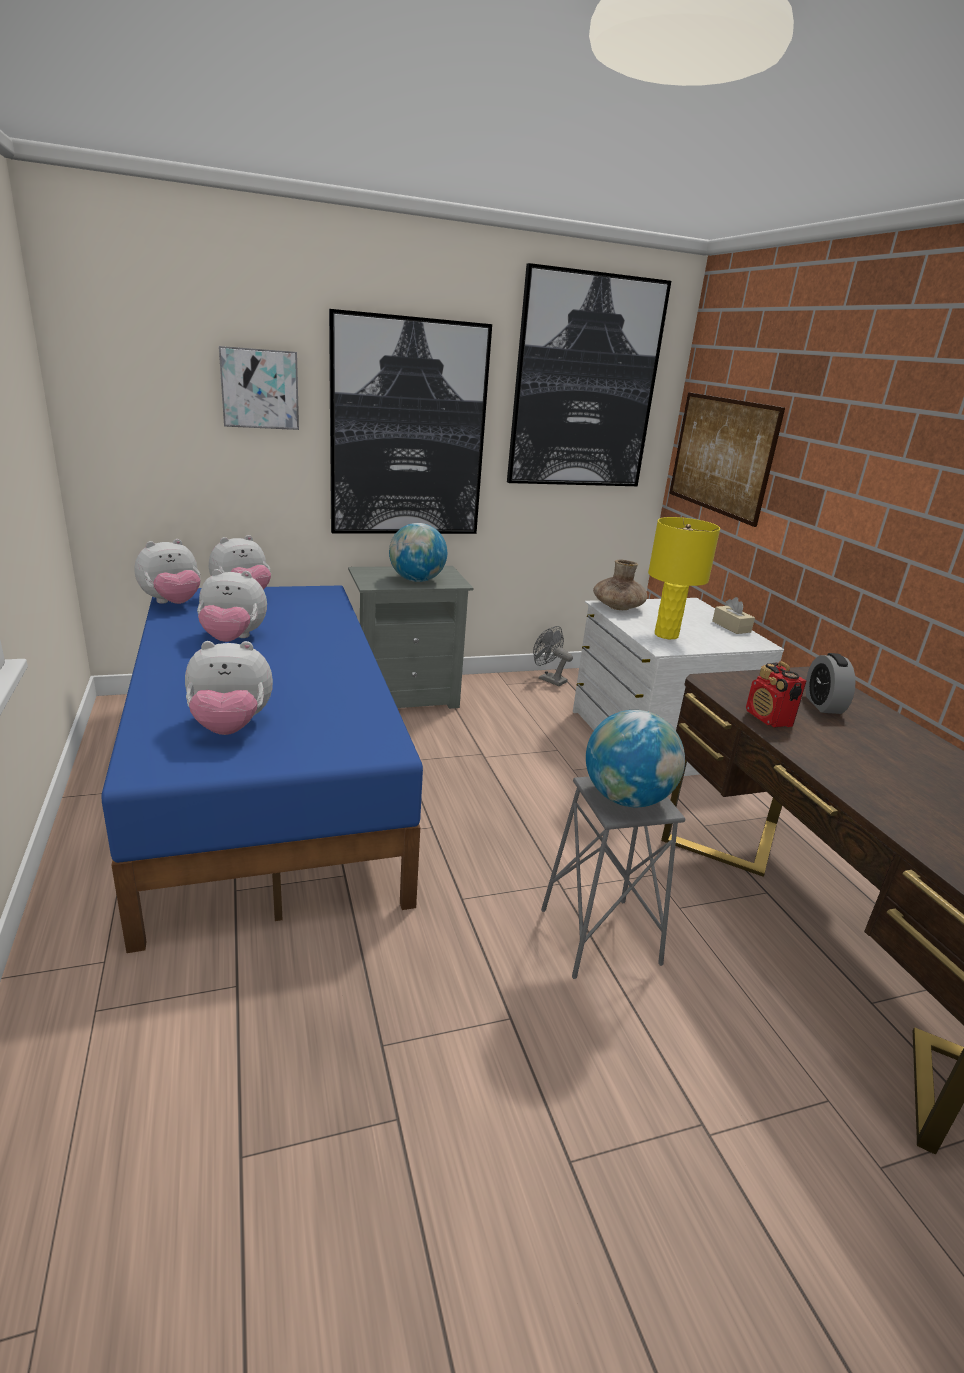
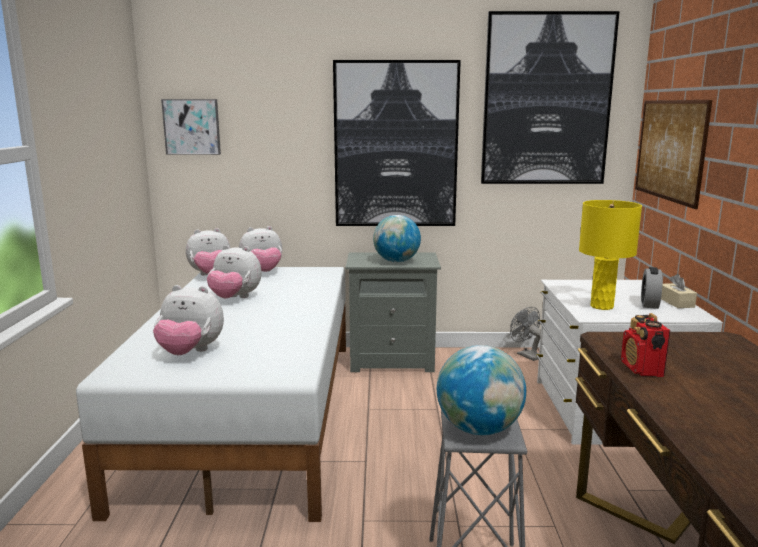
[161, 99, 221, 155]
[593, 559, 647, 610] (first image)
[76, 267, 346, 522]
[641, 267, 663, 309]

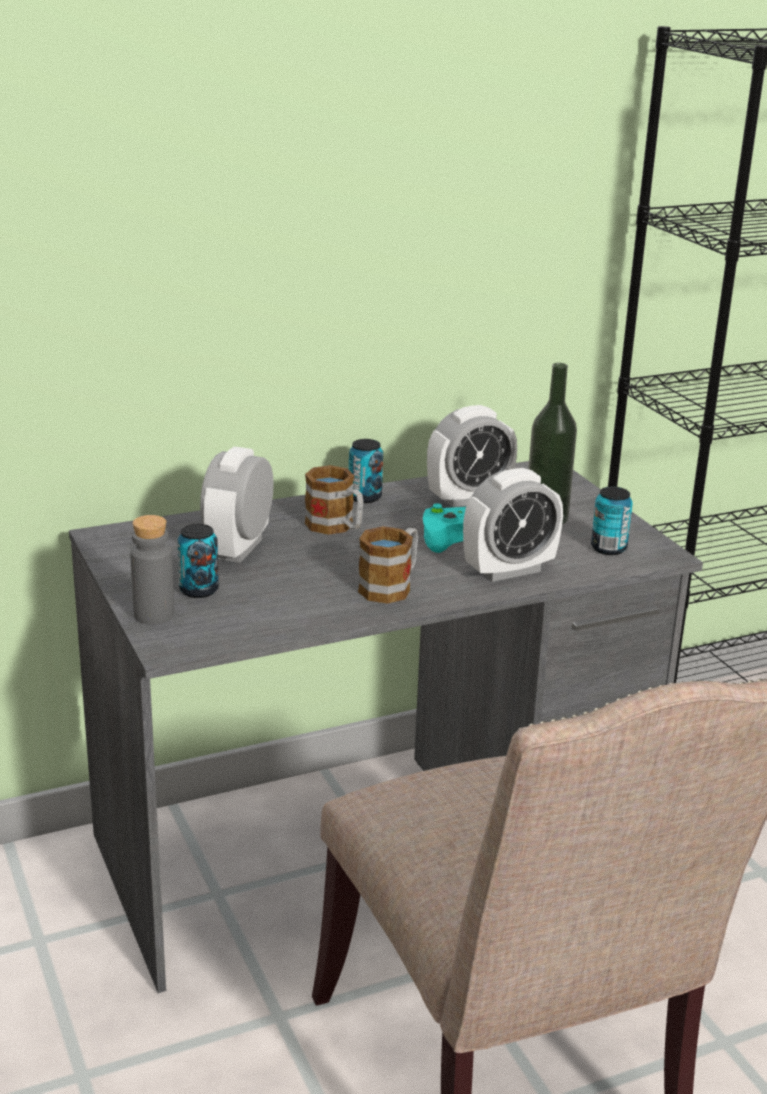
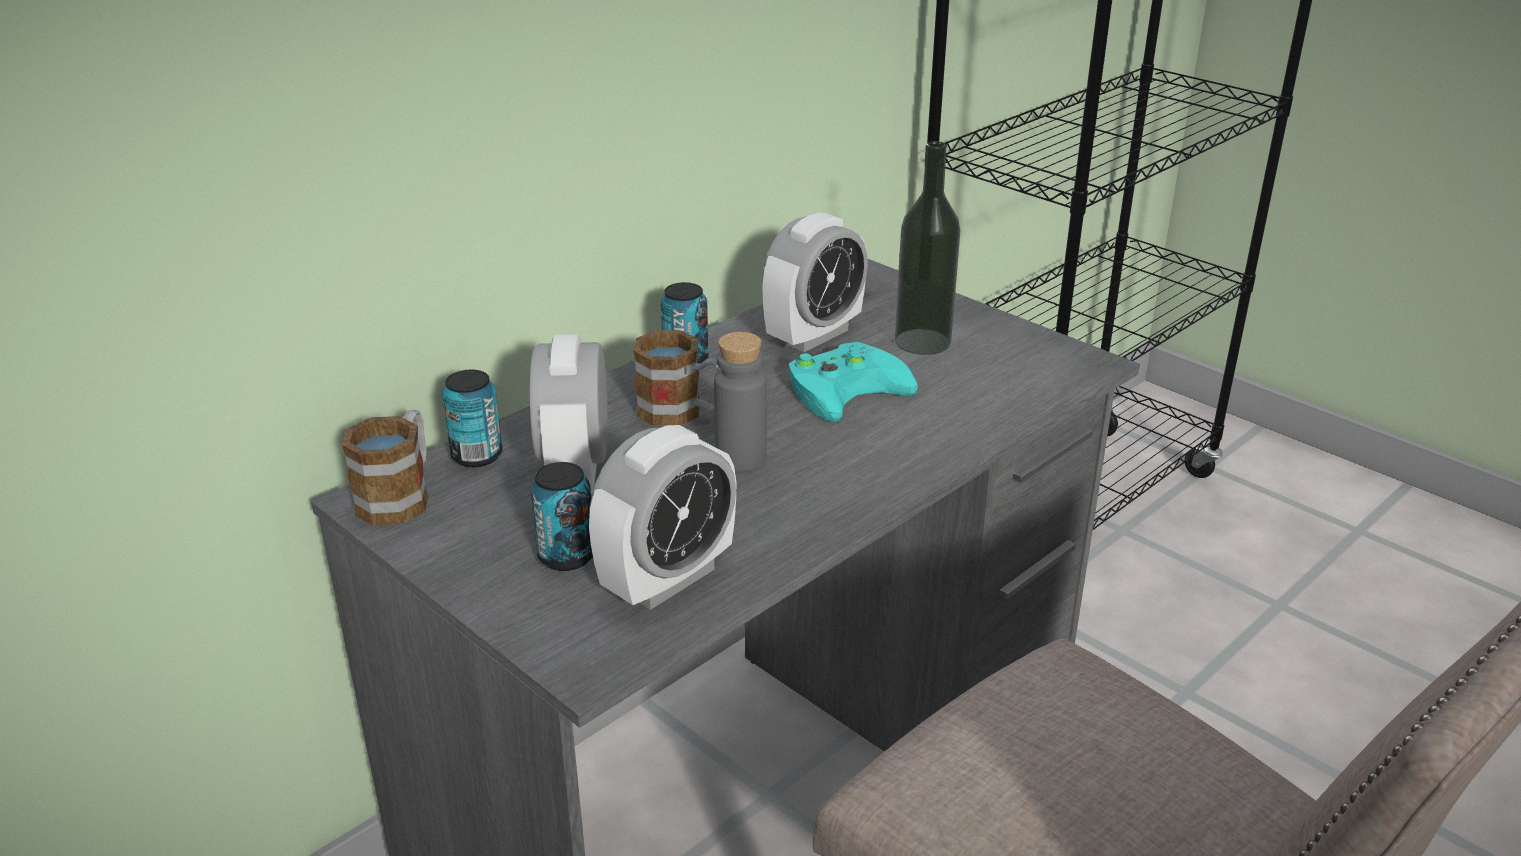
[589, 425, 736, 610]
[442, 370, 503, 467]
[714, 332, 767, 471]
[341, 410, 429, 526]

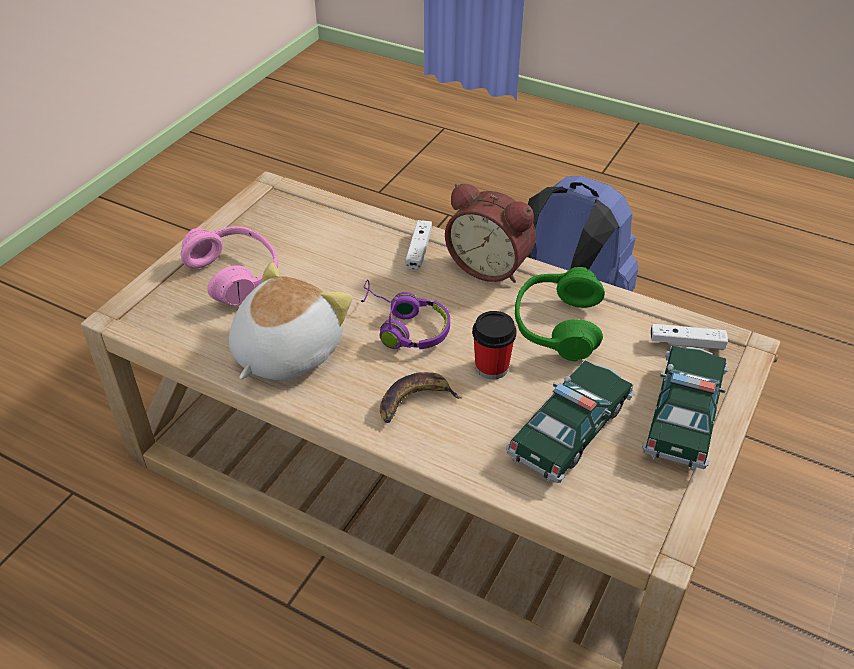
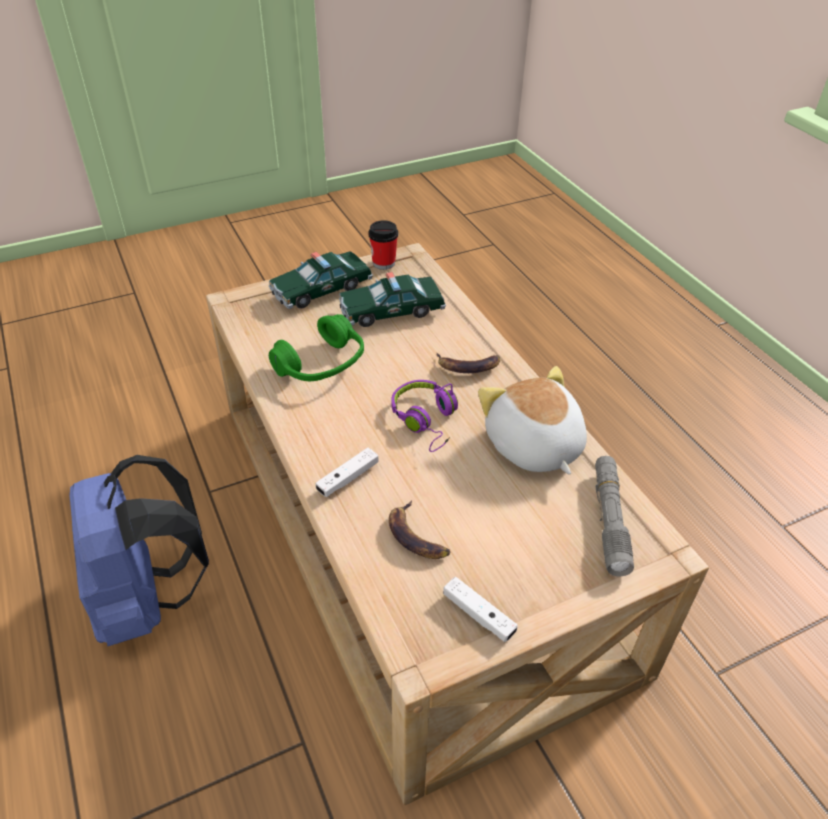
[445, 183, 536, 283] (first image)
[181, 226, 278, 306] (first image)
[478, 366, 587, 475]
[368, 220, 398, 270]
[443, 577, 518, 642]
[595, 456, 634, 576]
[389, 500, 450, 559]

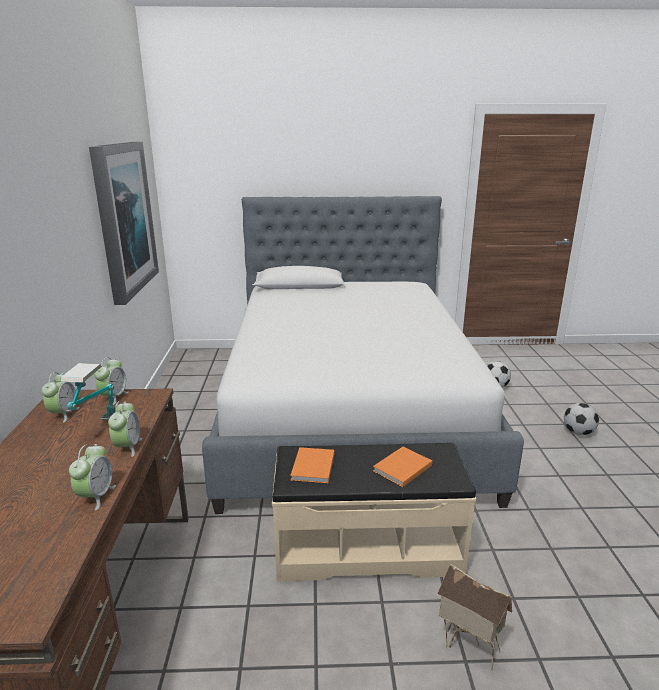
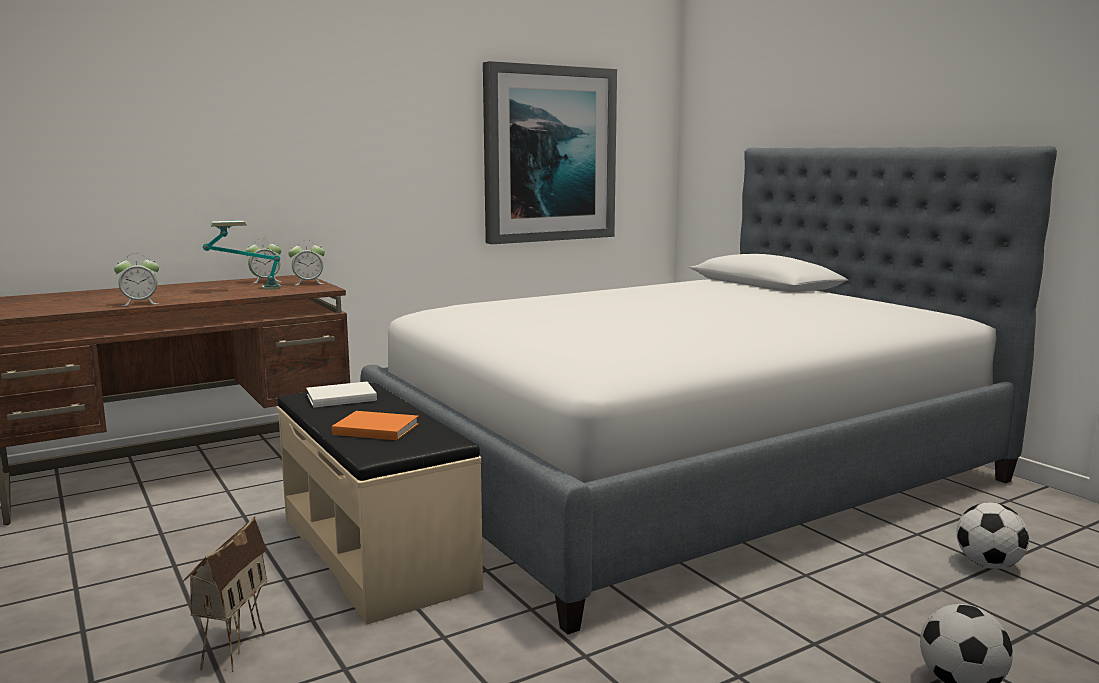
[108, 401, 142, 457] (first image)
[306, 382, 377, 408]

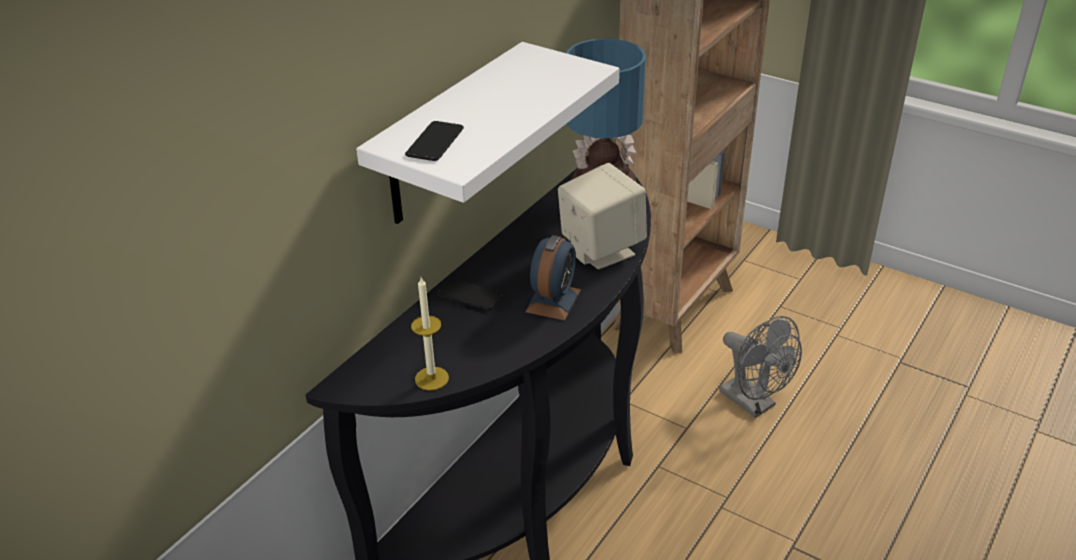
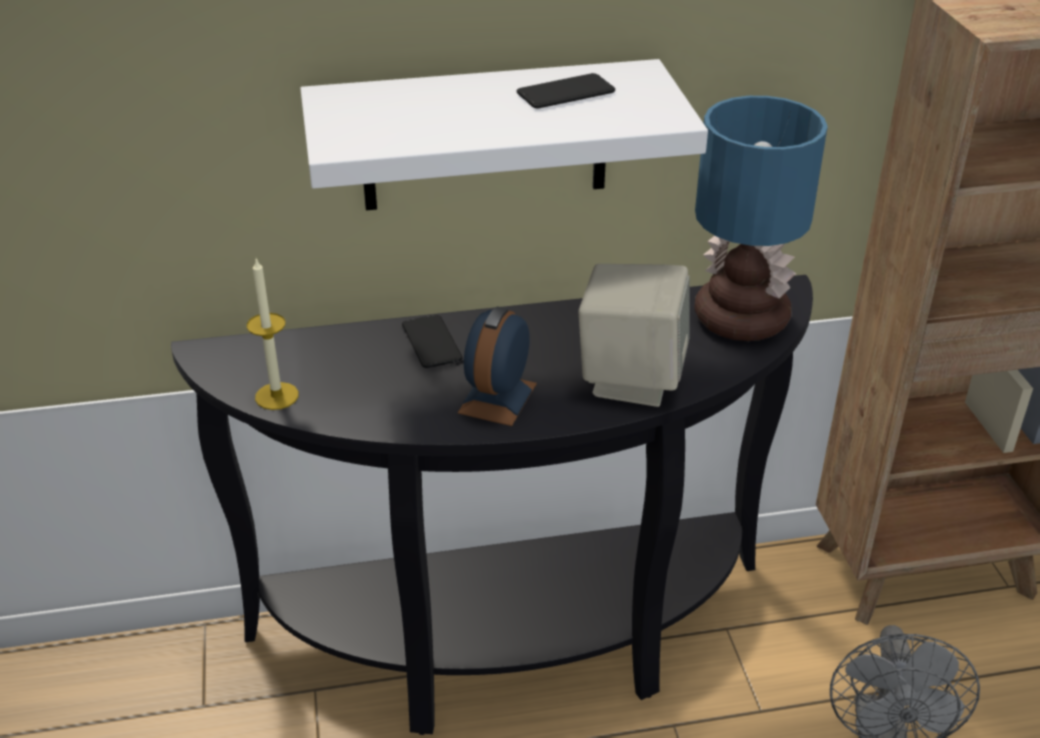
[517, 73, 615, 108]
[458, 306, 537, 426]

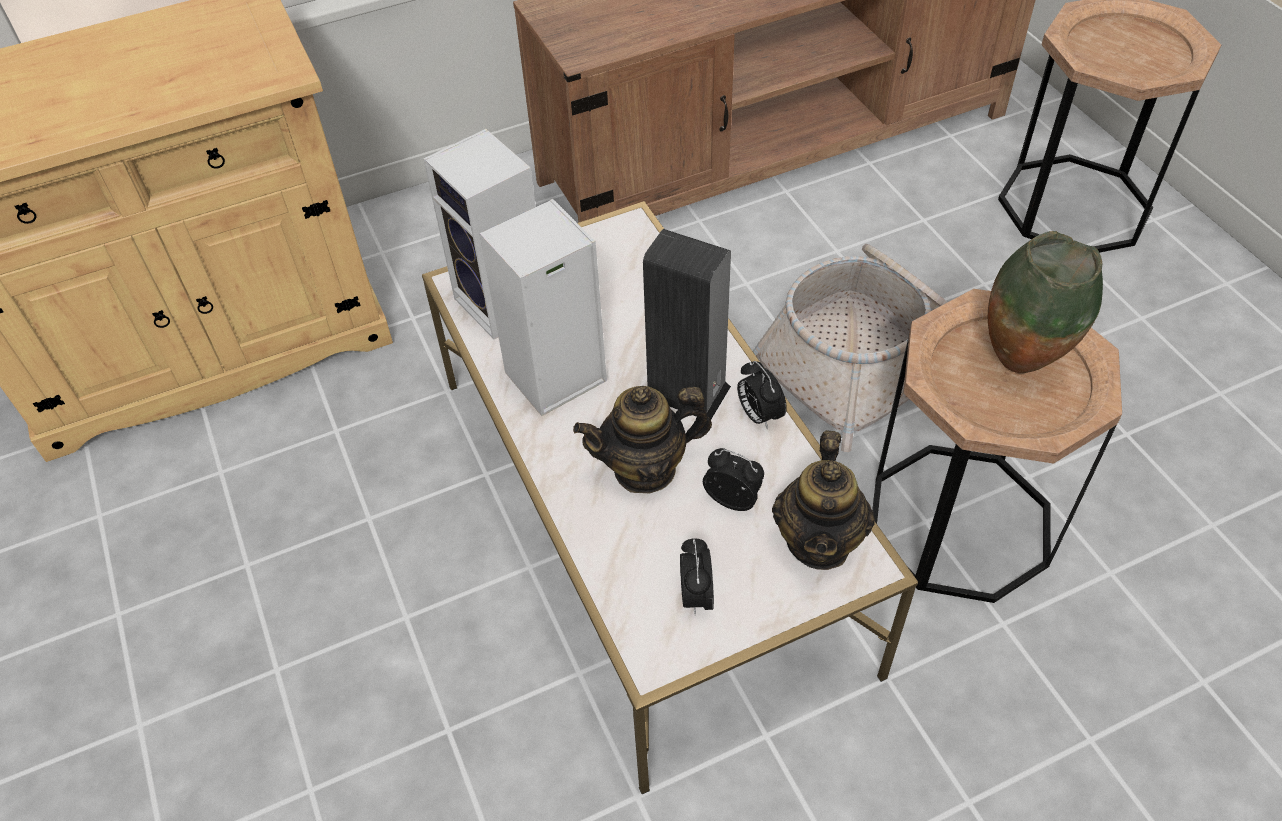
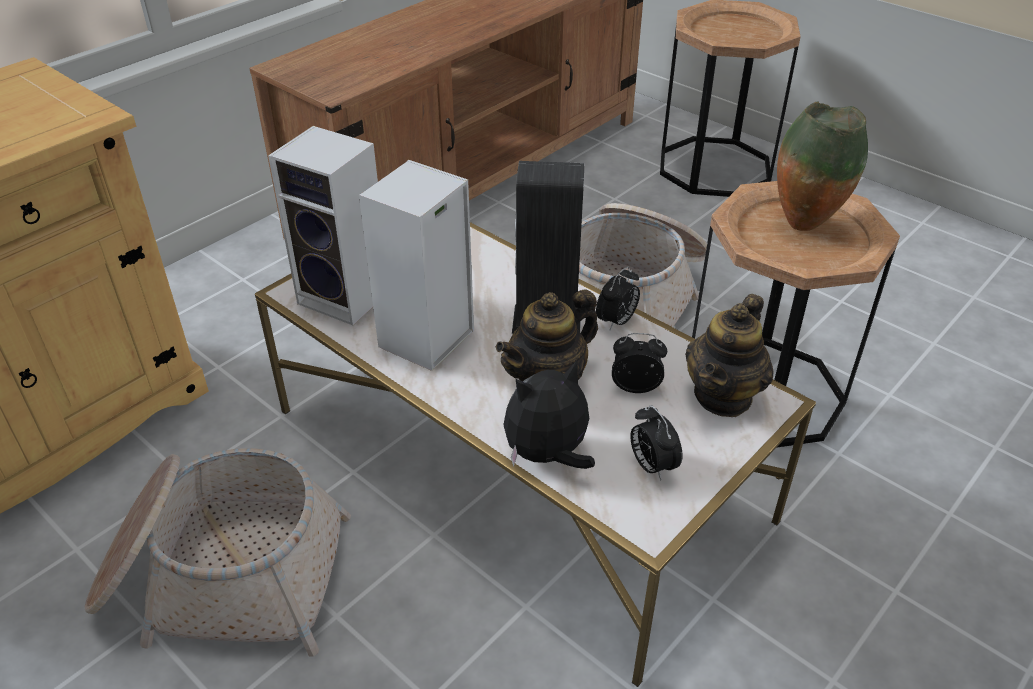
[596, 266, 640, 330]
[685, 294, 774, 417]
[503, 360, 595, 469]
[85, 448, 351, 656]

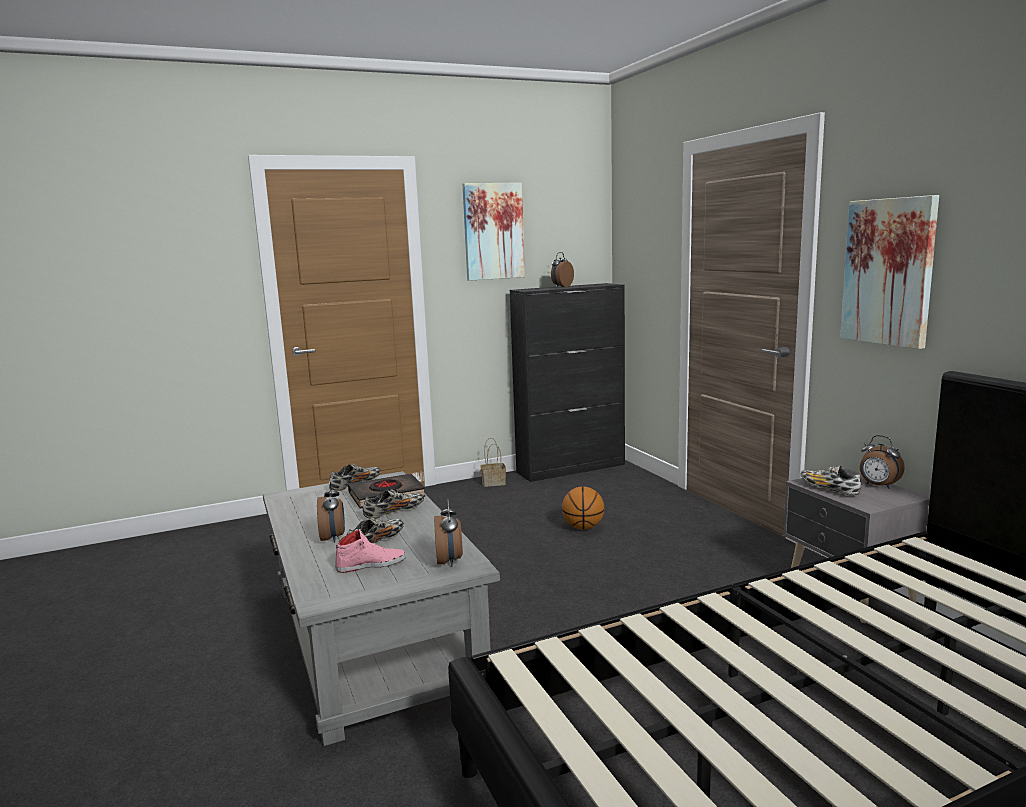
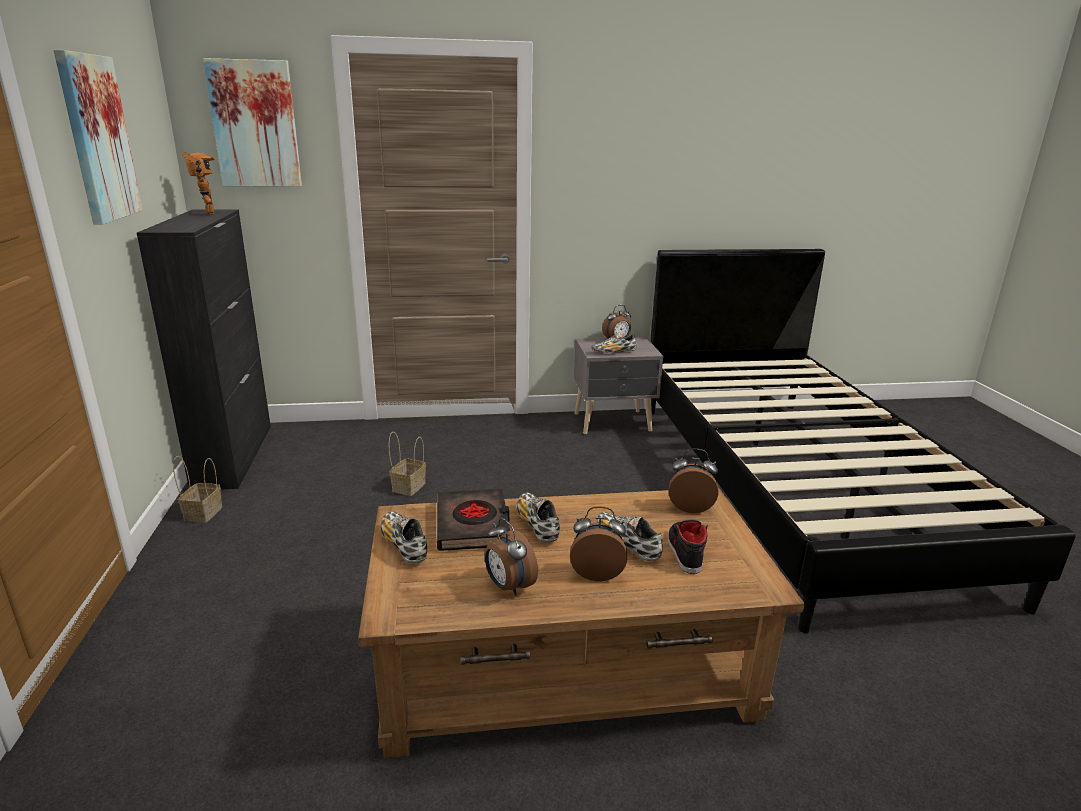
[203, 58, 302, 187]
[485, 518, 538, 596]
[358, 488, 805, 759]
[389, 432, 426, 496]
[668, 520, 708, 574]
[182, 152, 215, 216]

